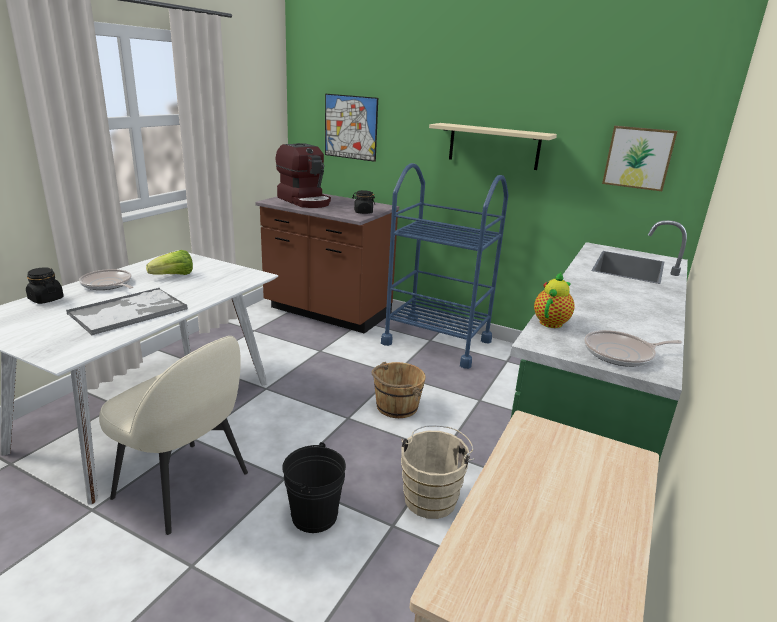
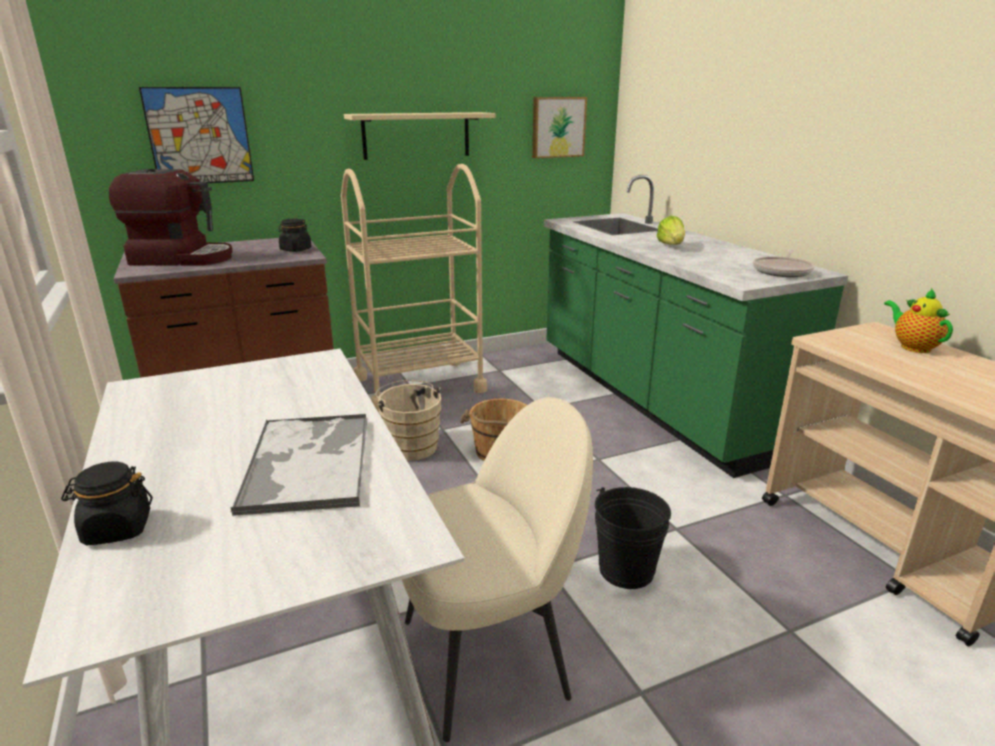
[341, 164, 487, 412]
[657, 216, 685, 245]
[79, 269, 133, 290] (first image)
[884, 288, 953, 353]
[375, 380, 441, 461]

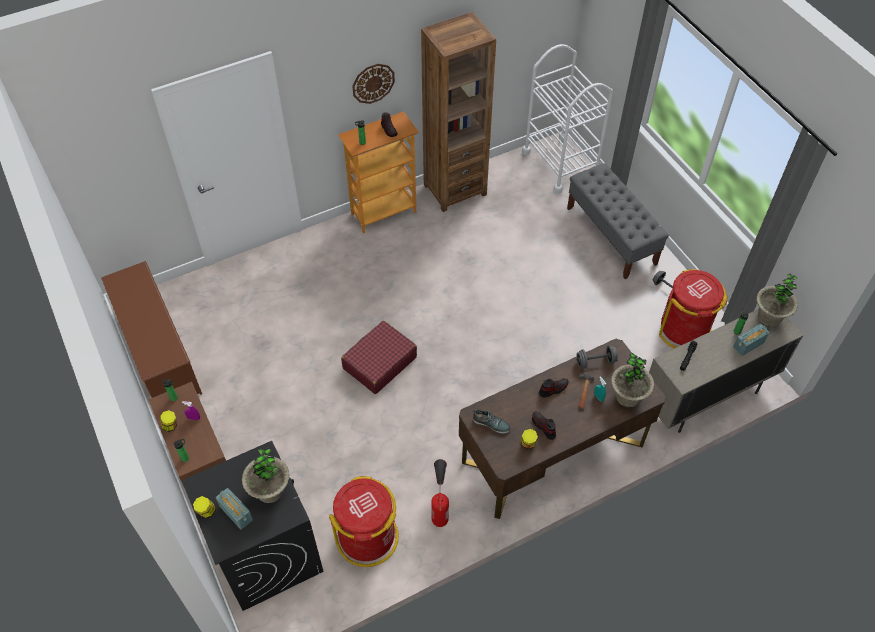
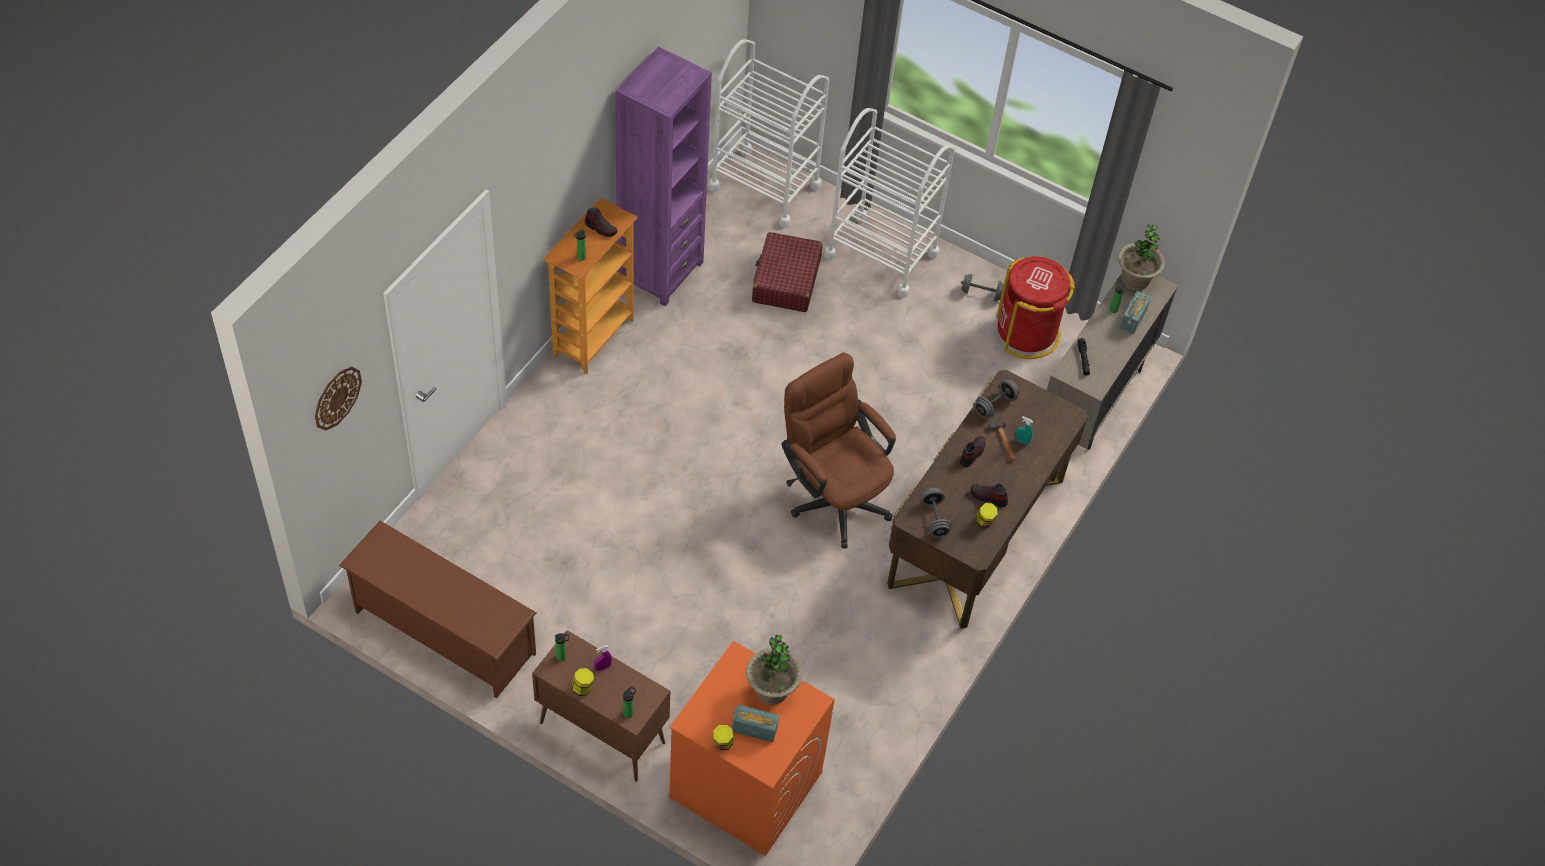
[615, 47, 712, 306]
[315, 367, 362, 431]
[824, 108, 955, 298]
[752, 232, 823, 312]
[611, 353, 654, 407] (first image)
[921, 488, 952, 537]
[669, 641, 835, 856]
[431, 459, 449, 527] (first image)
[329, 476, 399, 567] (first image)
[781, 352, 896, 549]

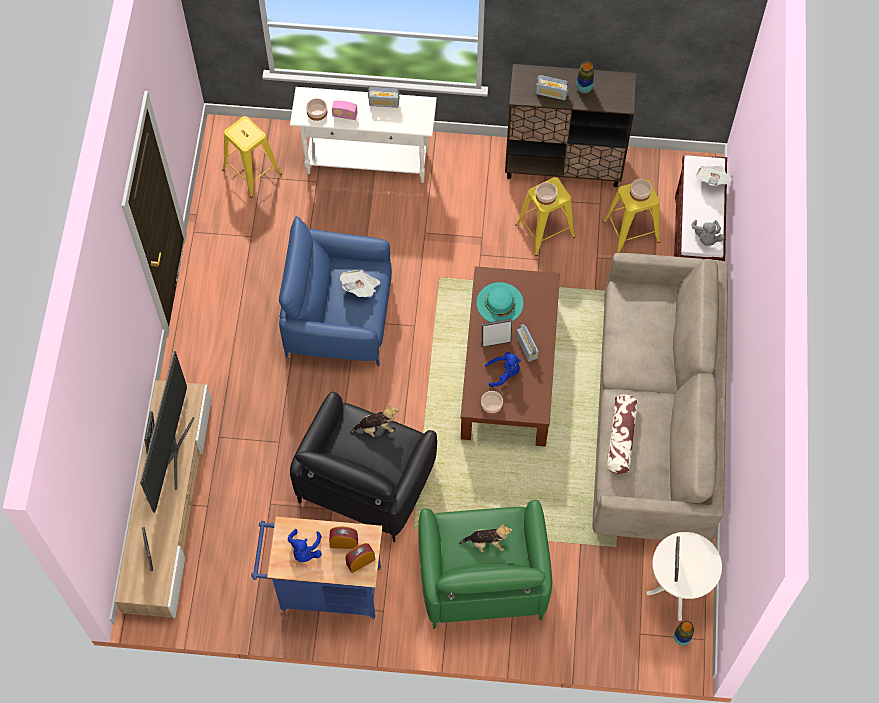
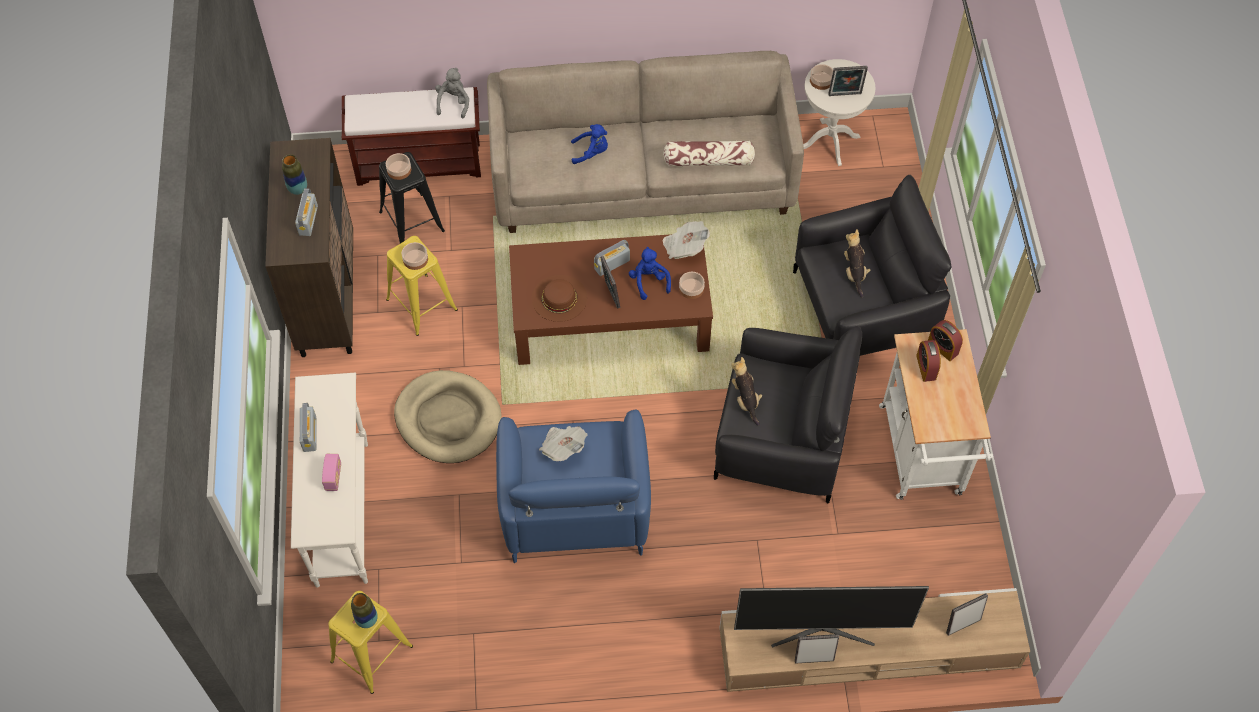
[810, 64, 833, 90]
[662, 221, 710, 259]
[379, 152, 445, 244]
[435, 68, 469, 118]
[532, 275, 587, 322]
[793, 175, 952, 356]
[879, 329, 993, 500]
[571, 124, 608, 164]
[351, 593, 378, 628]
[394, 370, 502, 463]

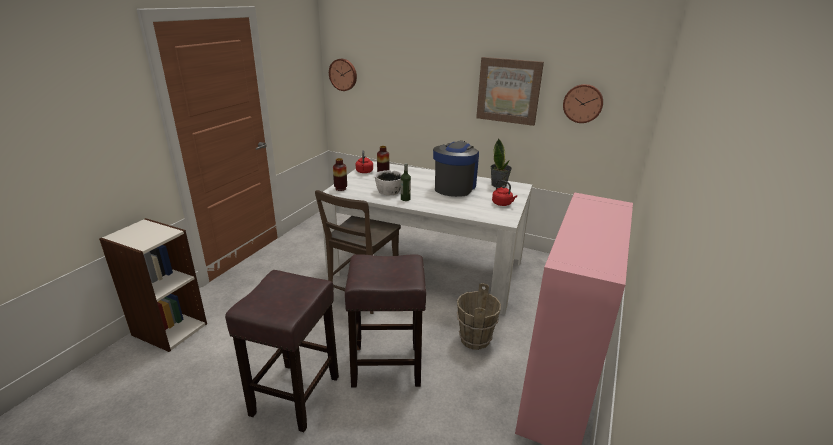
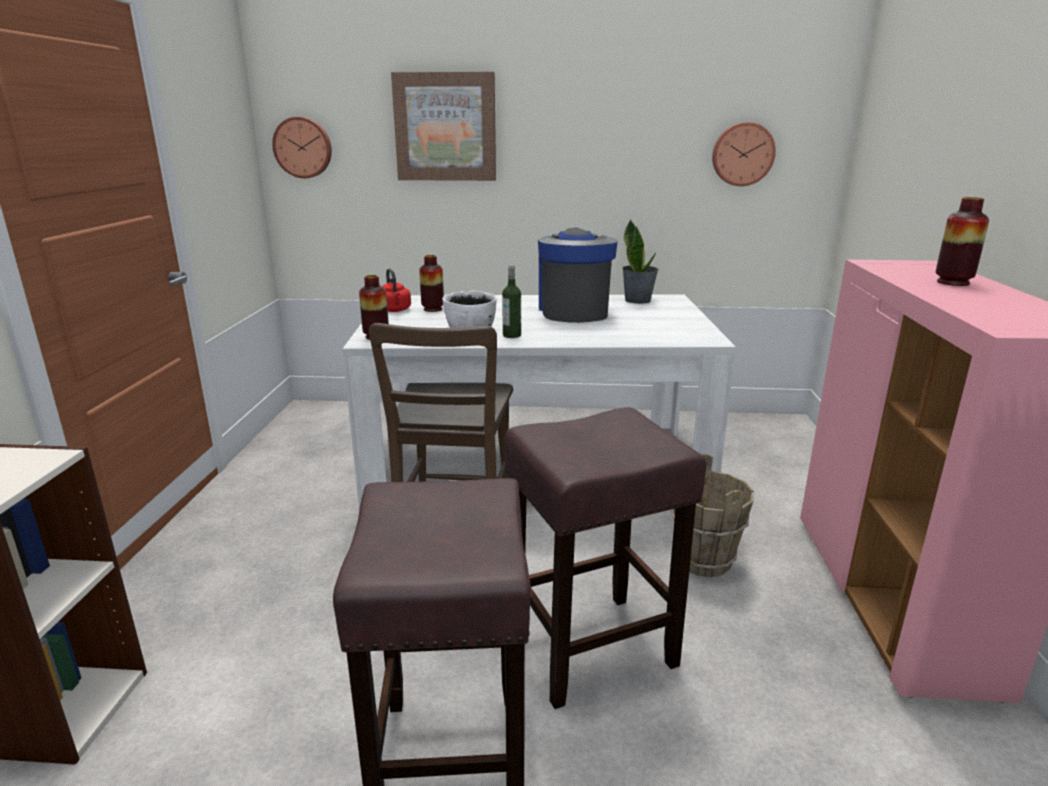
[391, 72, 496, 181]
[492, 180, 517, 206] (first image)
[936, 197, 989, 286]

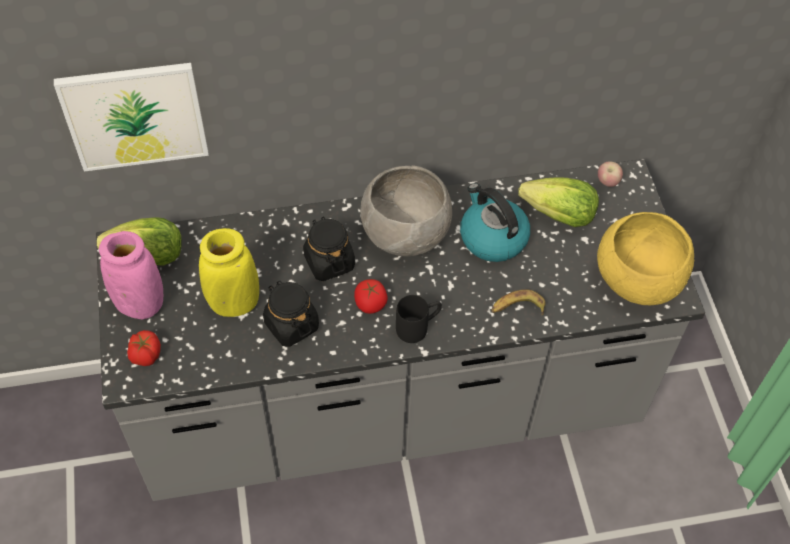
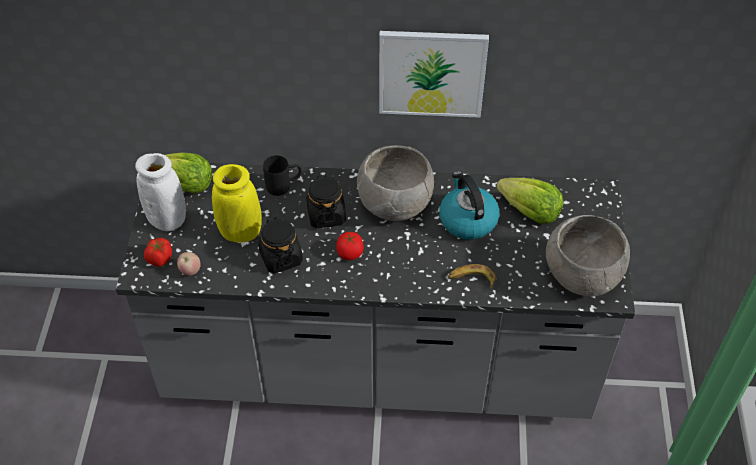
[379, 31, 489, 118]
[177, 252, 201, 276]
[546, 215, 630, 296]
[135, 153, 186, 231]
[263, 155, 302, 196]

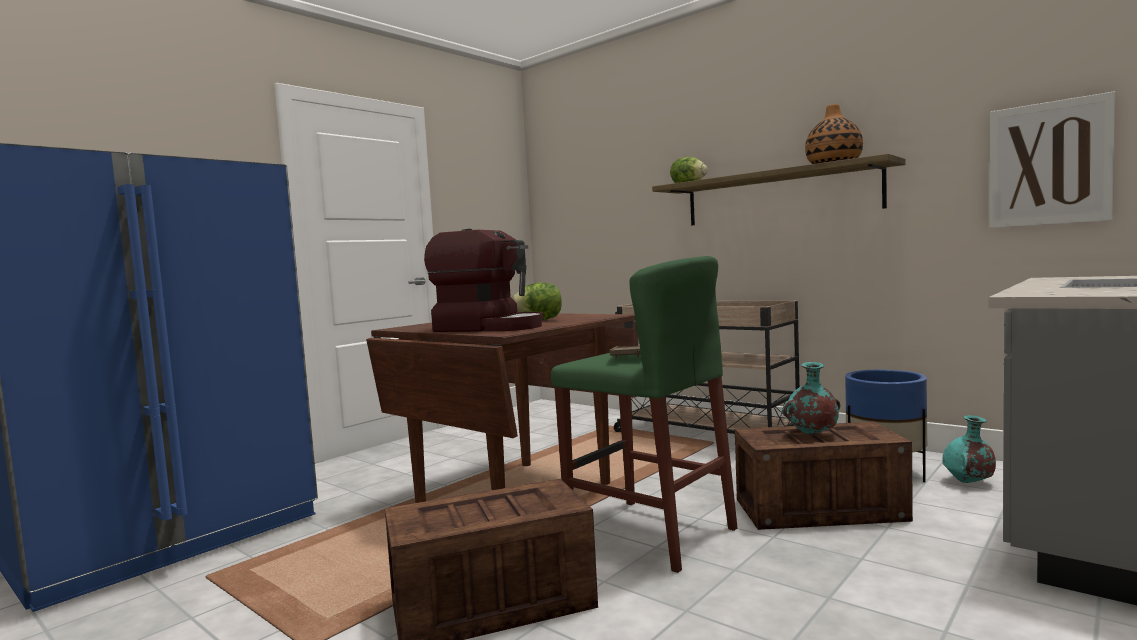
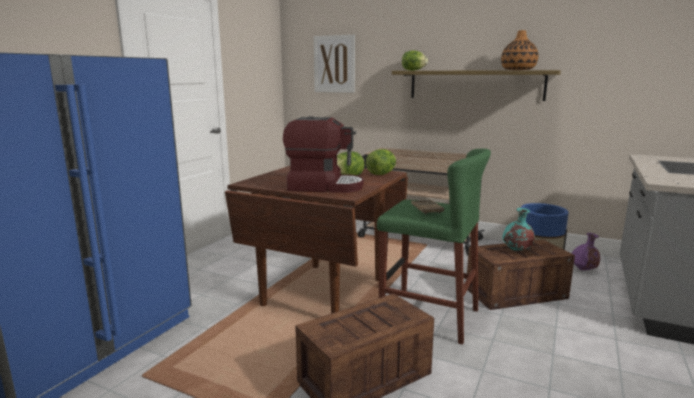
[314, 35, 355, 93]
[572, 233, 600, 271]
[366, 149, 396, 175]

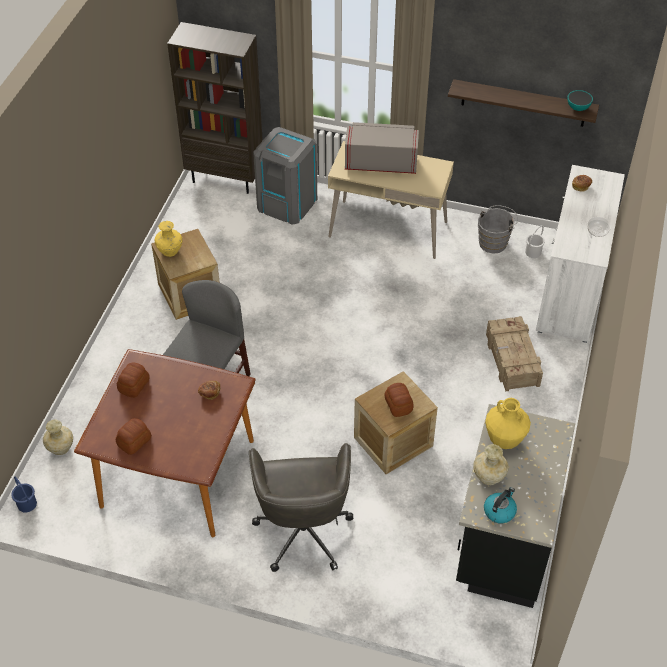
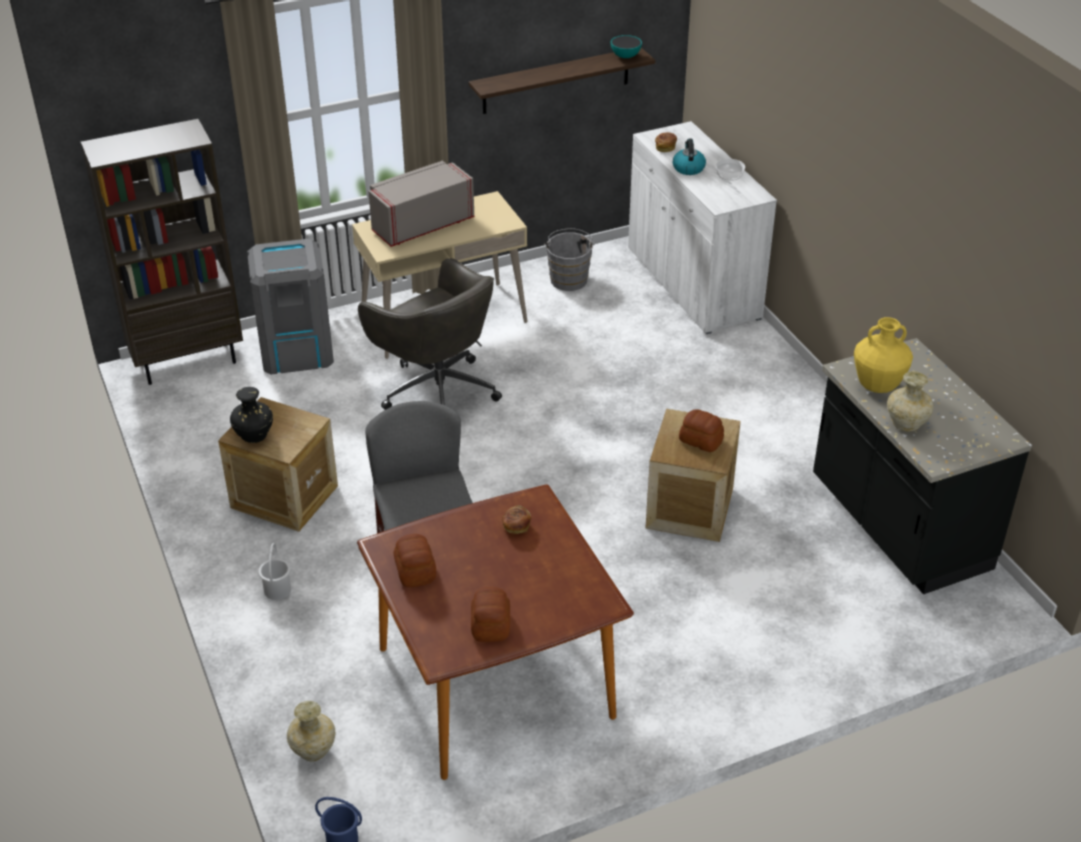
[230, 387, 273, 443]
[258, 543, 291, 600]
[486, 316, 543, 392] (first image)
[358, 258, 502, 410]
[673, 139, 706, 175]

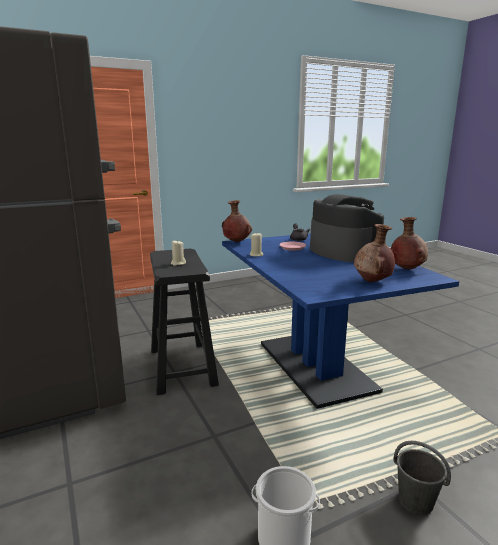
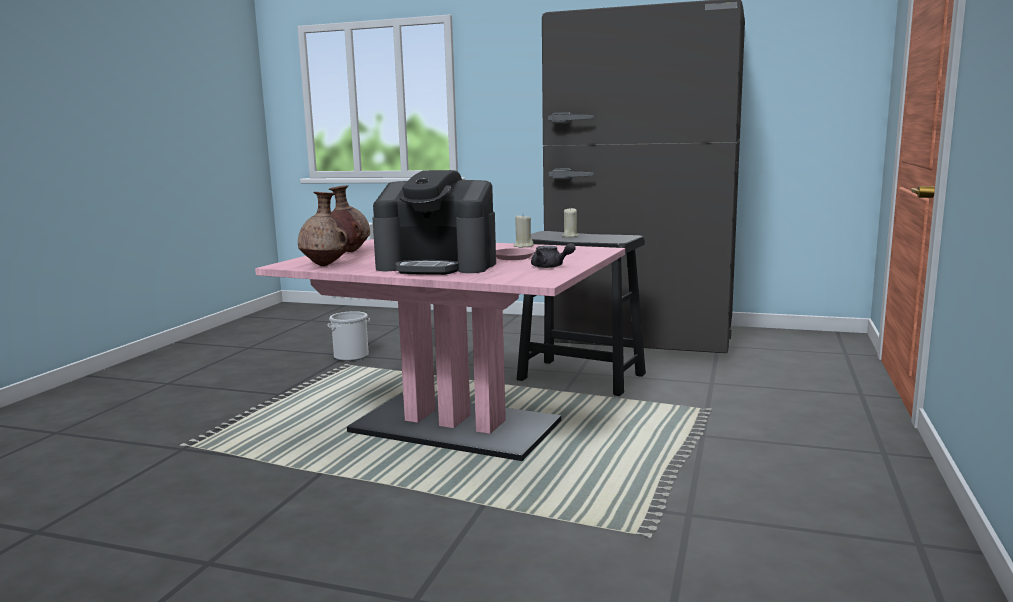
[222, 200, 252, 242] (first image)
[255, 239, 625, 461]
[393, 441, 451, 515] (first image)

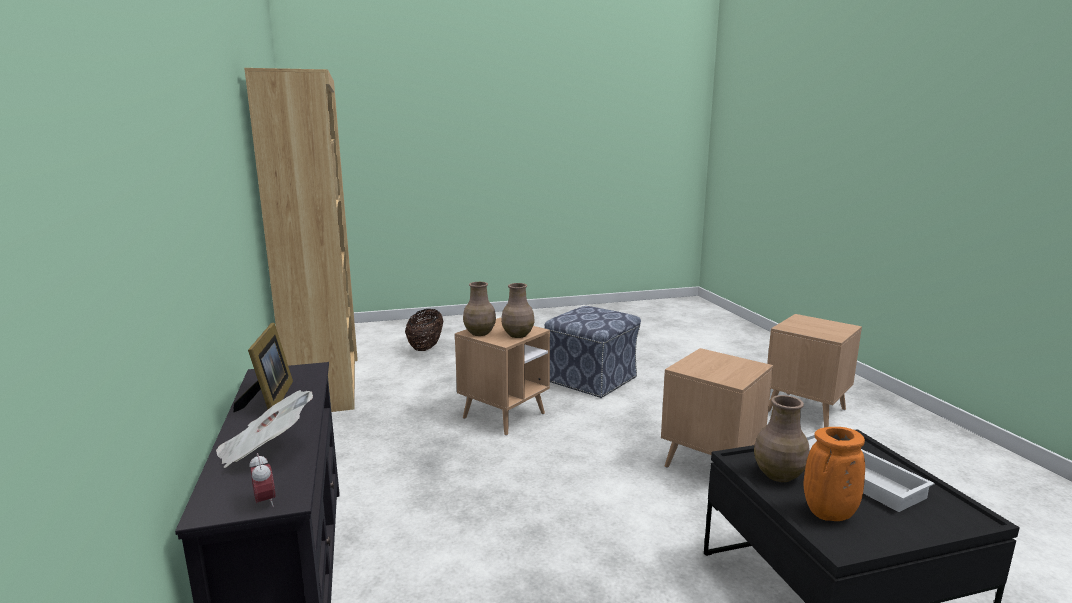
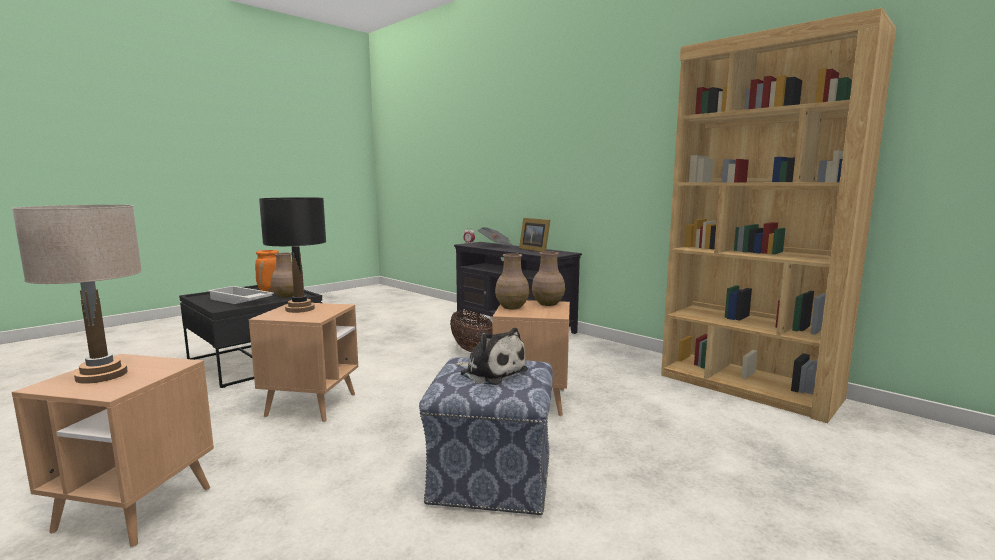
[450, 310, 493, 352]
[259, 197, 326, 313]
[12, 205, 142, 384]
[455, 328, 528, 385]

